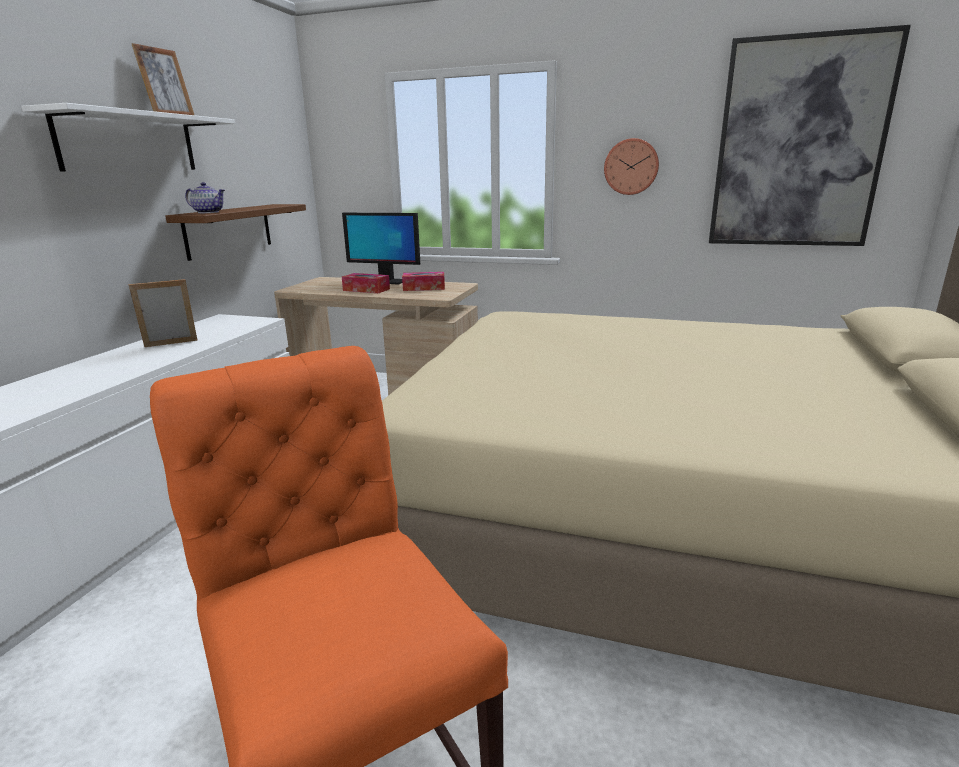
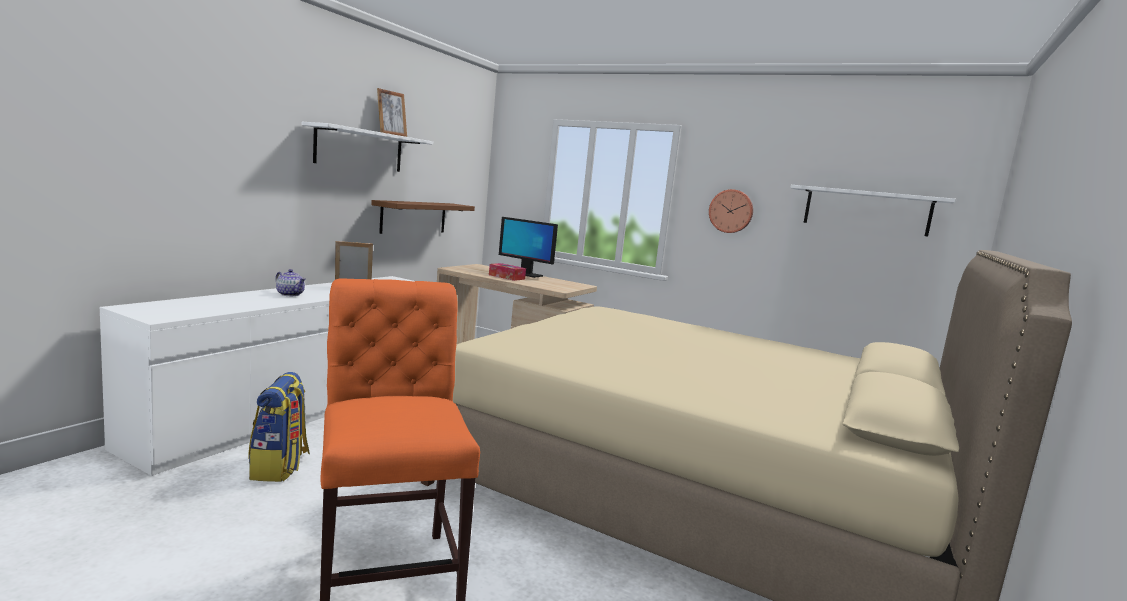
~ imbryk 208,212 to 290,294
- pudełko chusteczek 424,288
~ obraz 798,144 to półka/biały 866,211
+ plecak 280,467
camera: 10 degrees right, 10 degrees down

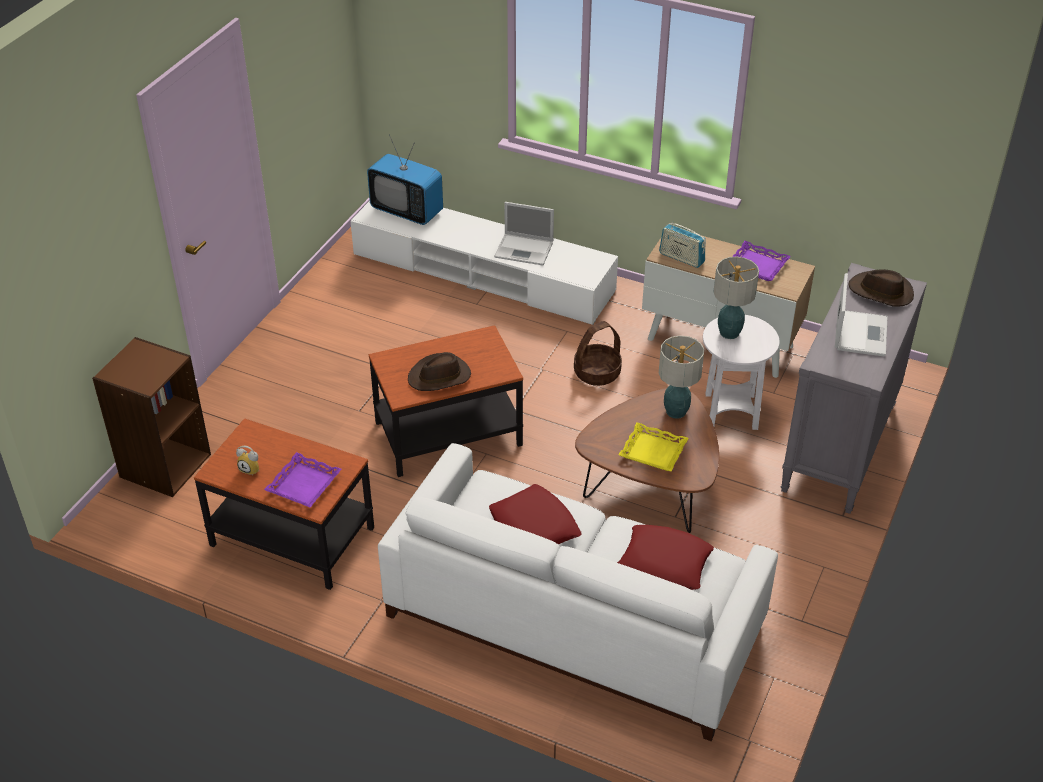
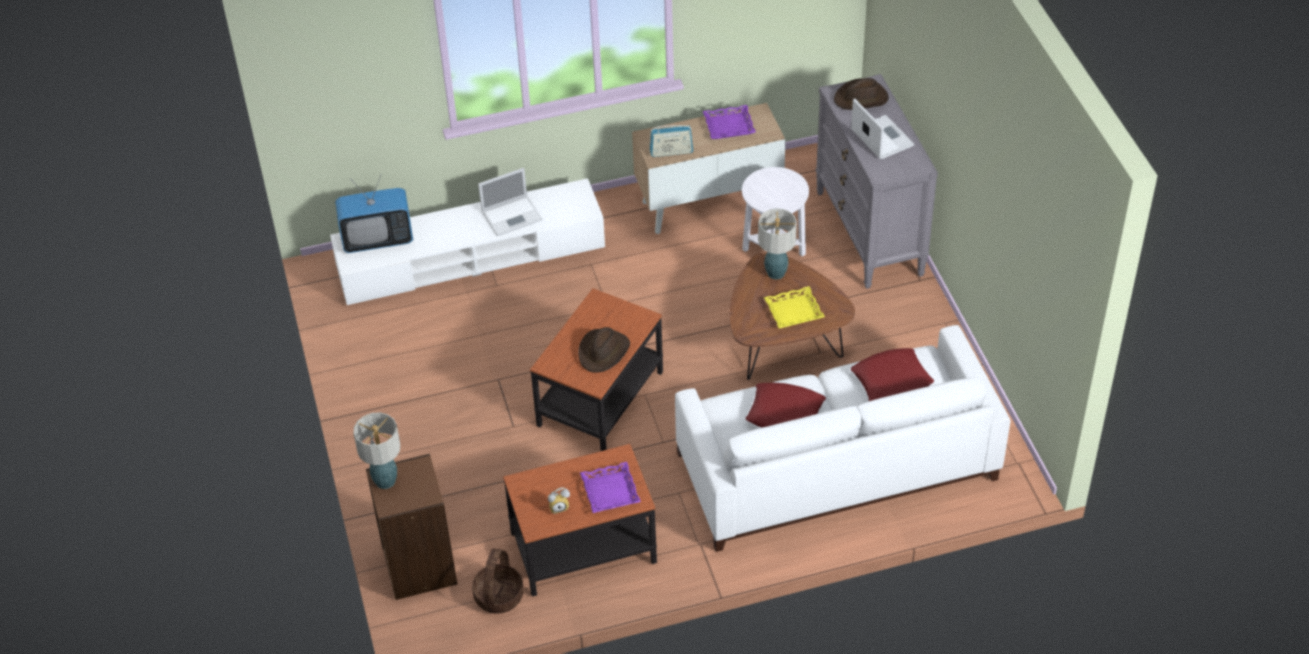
~ koszyk 597,372 to 498,595
~ lampa stołowa 729,333 to 385,481
camera: 40 degrees left, 5 degrees up

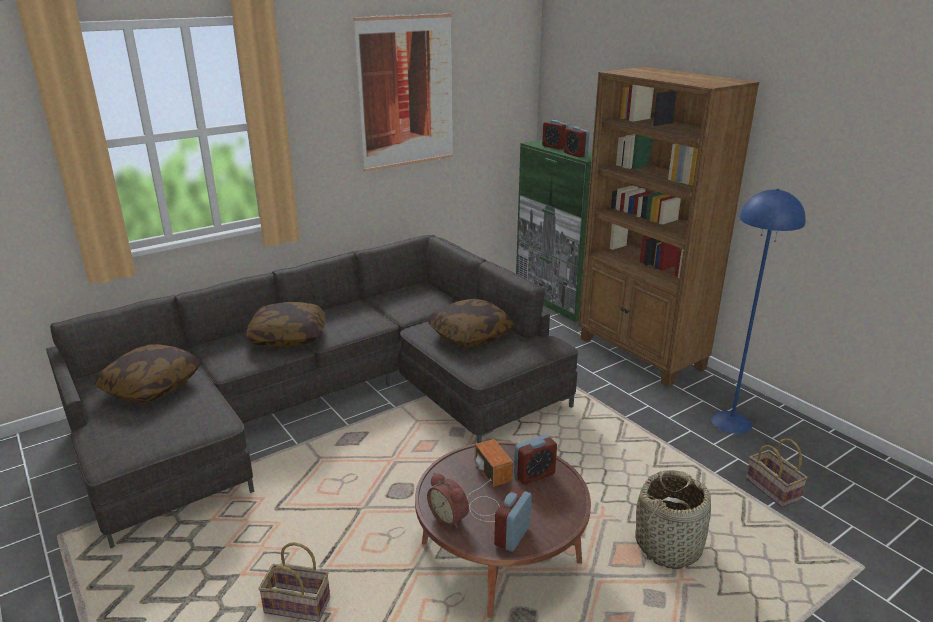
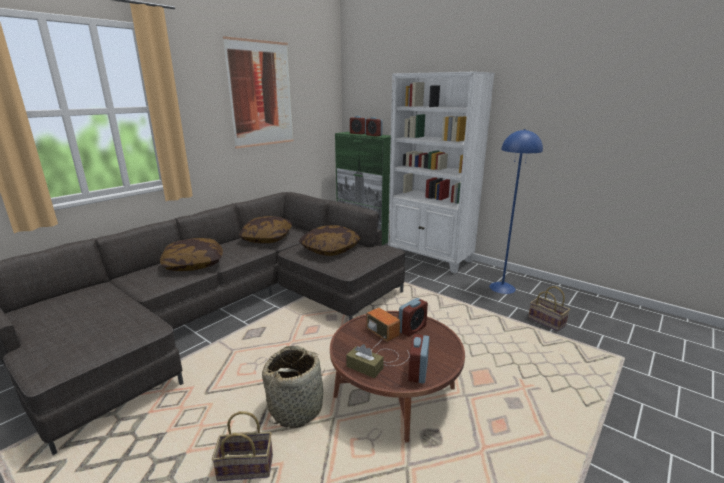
~ poduszka 152,387 to 267,238
~ budzik 450,517 to pudełko chusteczek/brązowy 364,367
~ regał/brązowy 641,354 to regał/biały 430,257
~ koszyk 668,545 to 296,408
camera: 15 degrees left, 5 degrees down

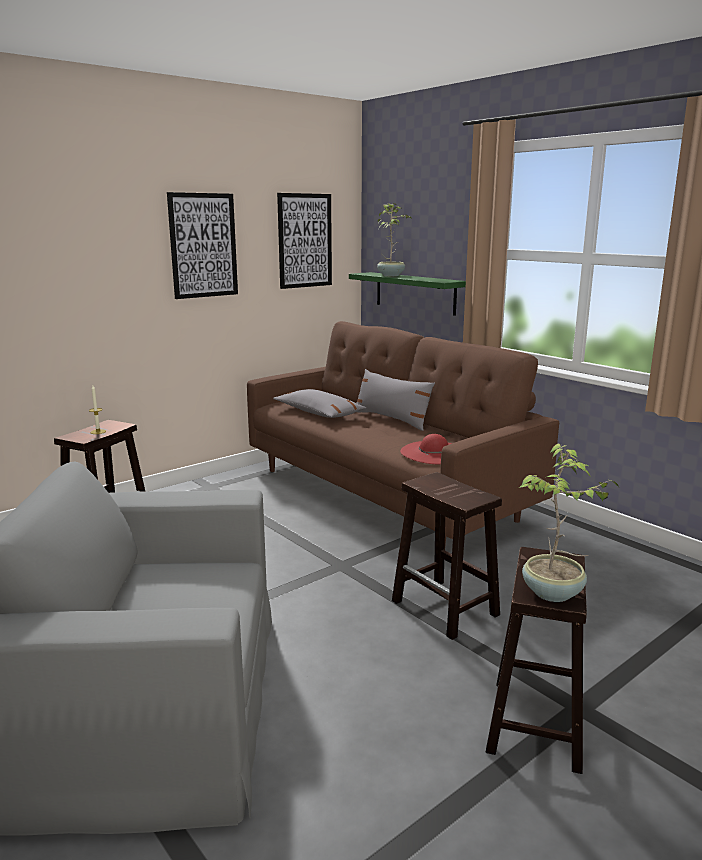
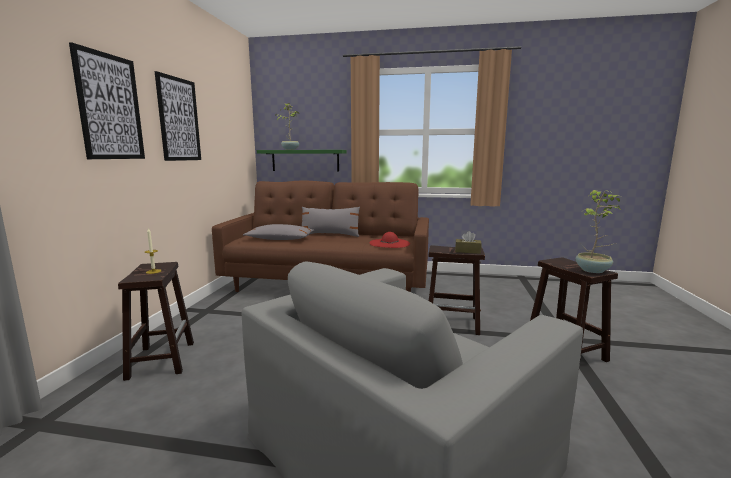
~ obraz 305,241 to 110,107
+ pudełko chusteczek/brązowy 467,251
camera: 40 degrees left, 5 degrees down

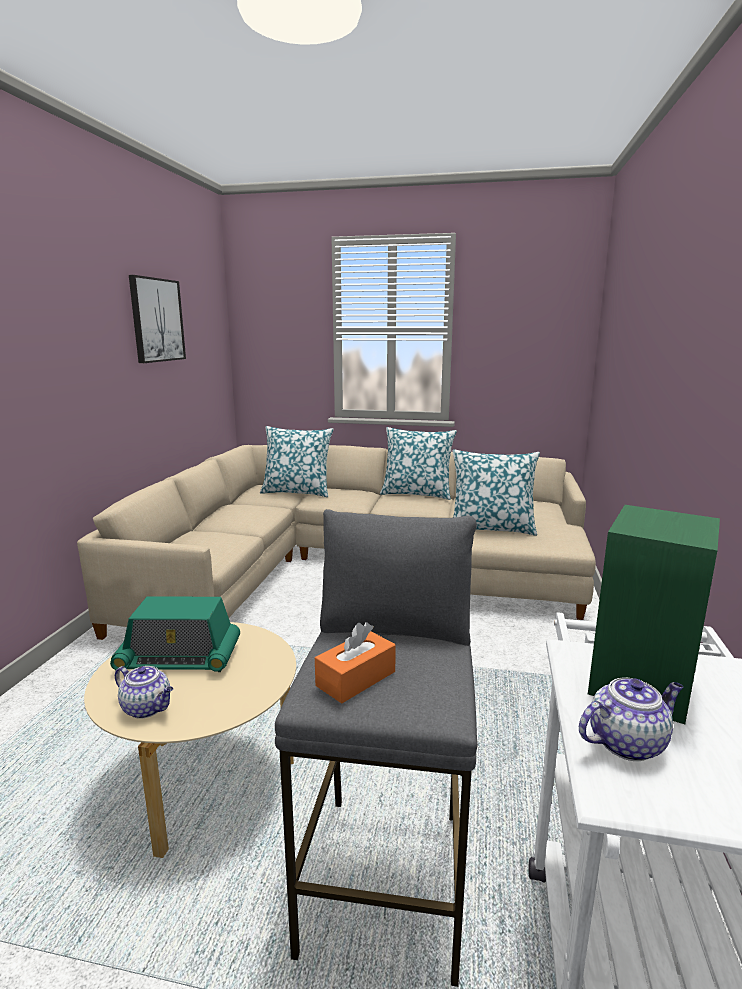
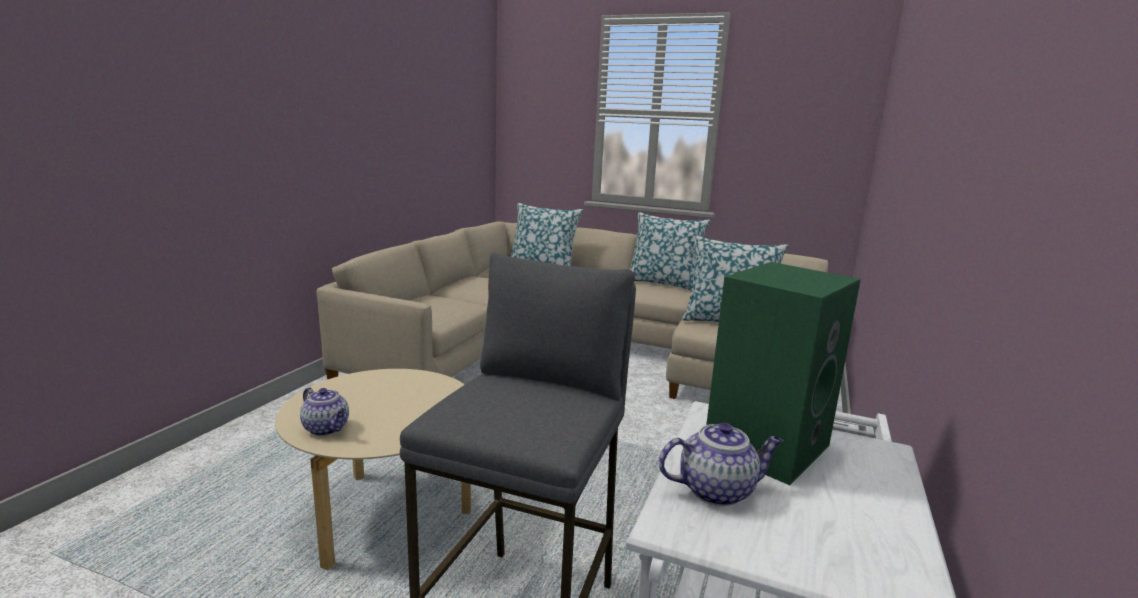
- radio 179,658
- obraz 157,320
- pudełko chusteczek/pomarańczowy 356,679
camera: 10 degrees right, 0 degrees up

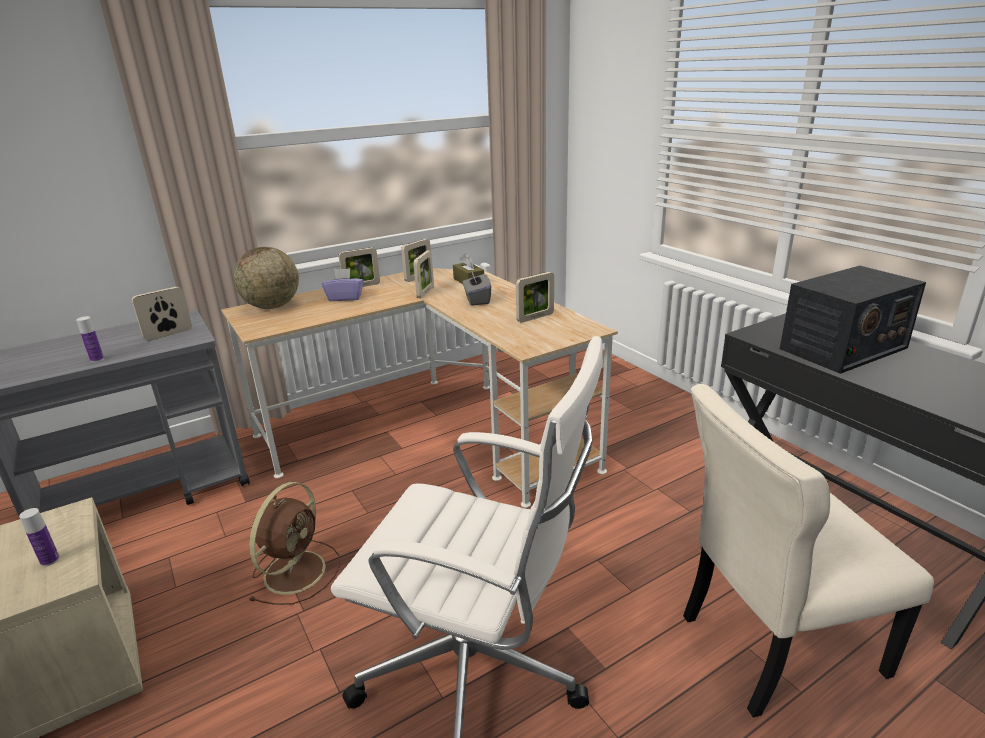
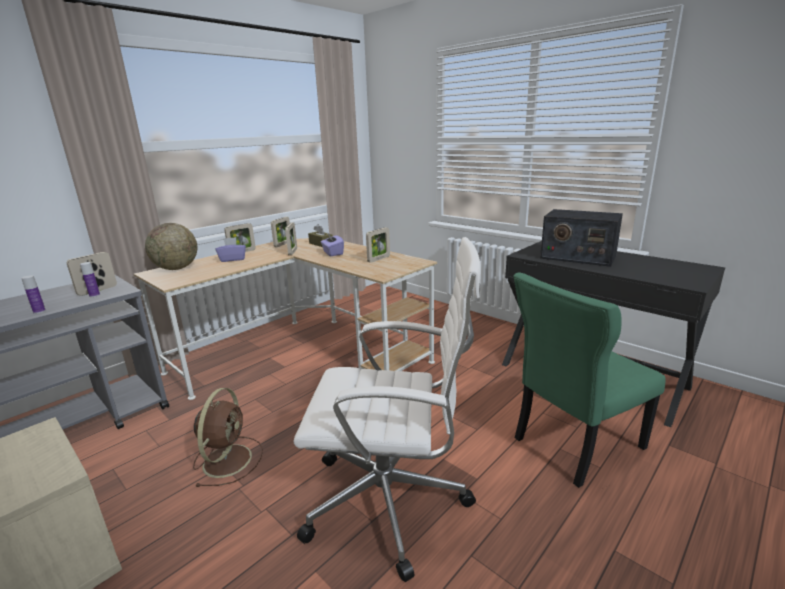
~ butelka 50,560 to 94,295
~ pudełko chusteczek/szary 477,300 to pudełko chusteczek/fioletowy 332,253
~ krzesło/beżowy 773,645 to krzesło/zielony 574,444
~ radio 842,348 = 577,257 75 degrees clockwise
camera: 15 degrees left, 5 degrees down

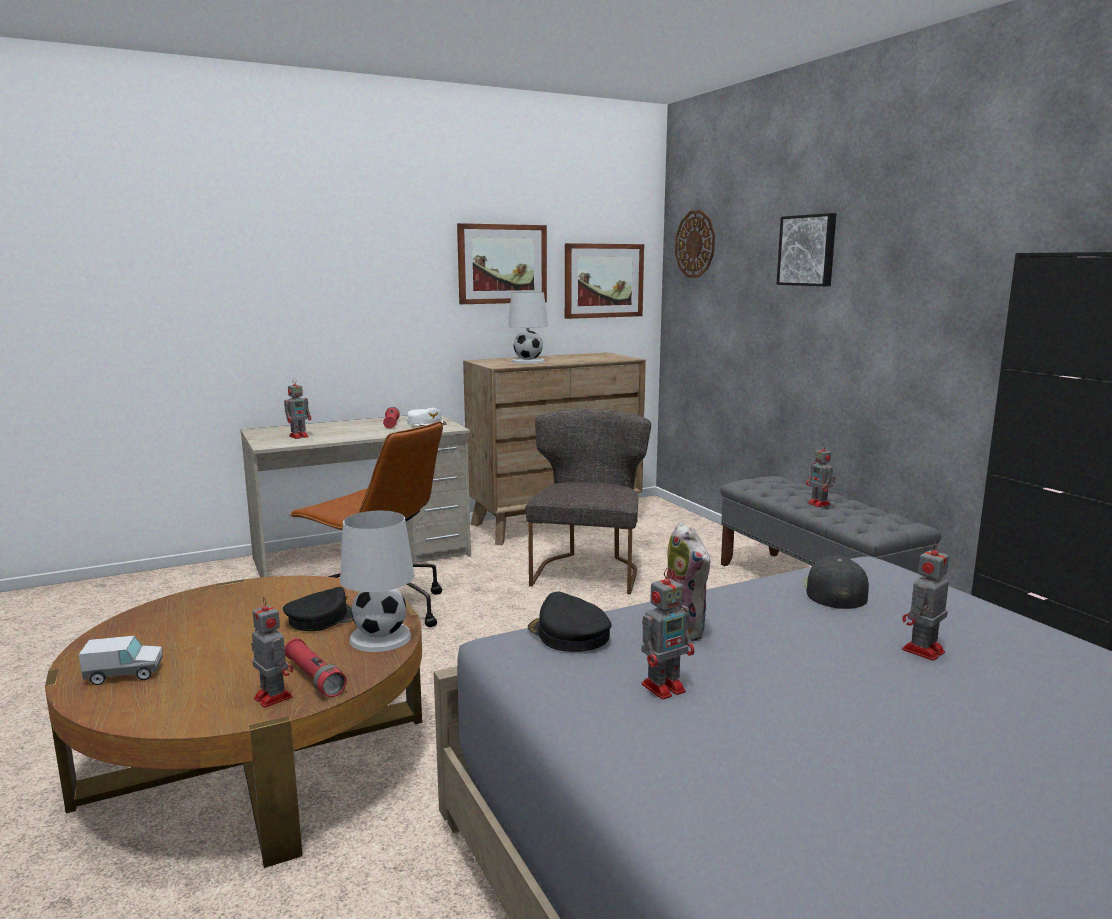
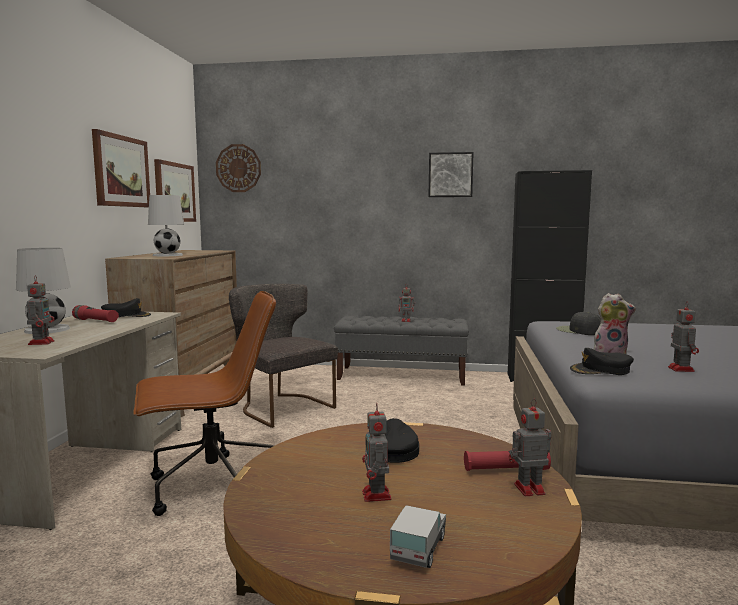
~ lampa stołowa/biały 381,637 to 48,329
~ czapka z daszkiem/biały 427,424 to czapka z daszkiem/czarny 126,315
~ obraz 808,250 to 450,175
~ robot zabawkowy 922,651 to 376,496
camera: 55 degrees left, 5 degrees down

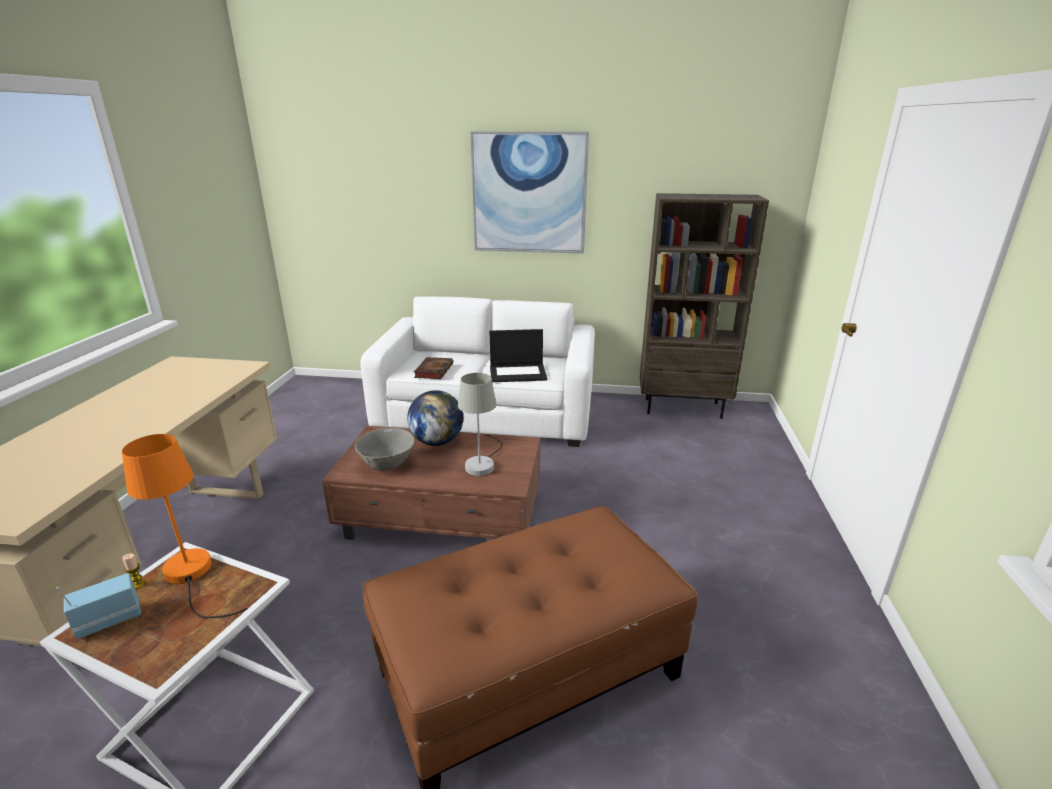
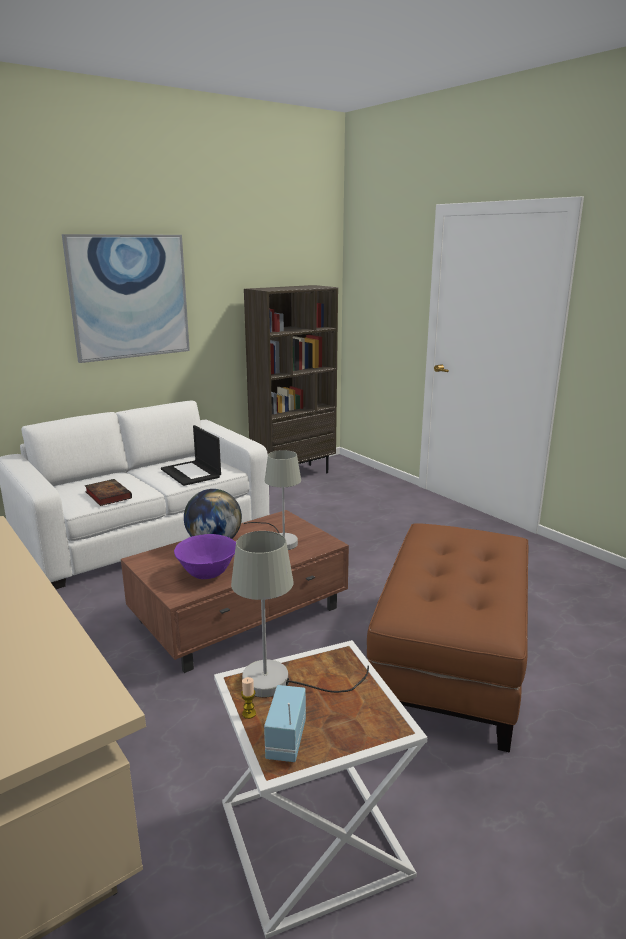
~ lampa stołowa/pomarańczowy 192,576 to lampa stołowa/szary 280,682
~ miska/szary 387,465 to miska/fioletowy 207,574
~ laptop 518,373 = 191,473 105 degrees clockwise
camera: 45 degrees left, 5 degrees down

